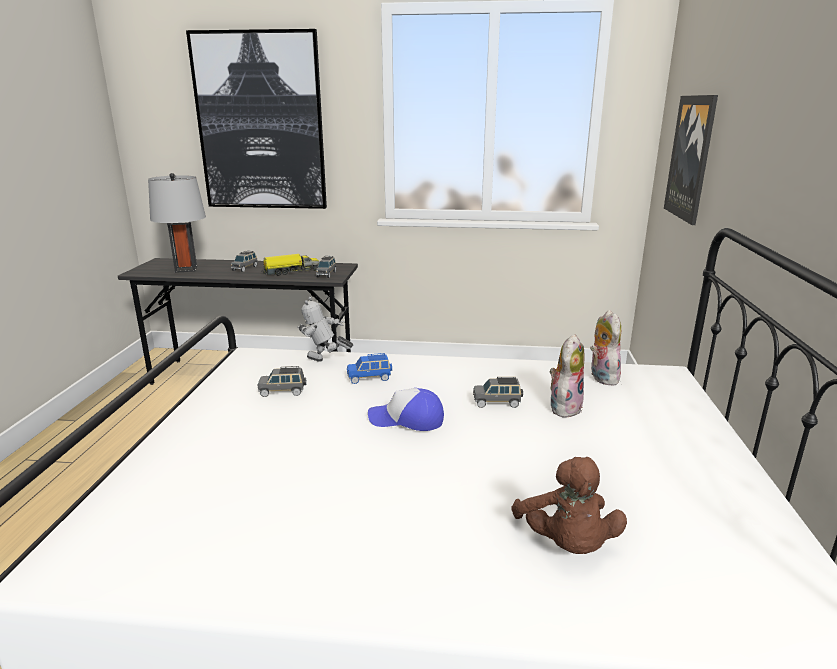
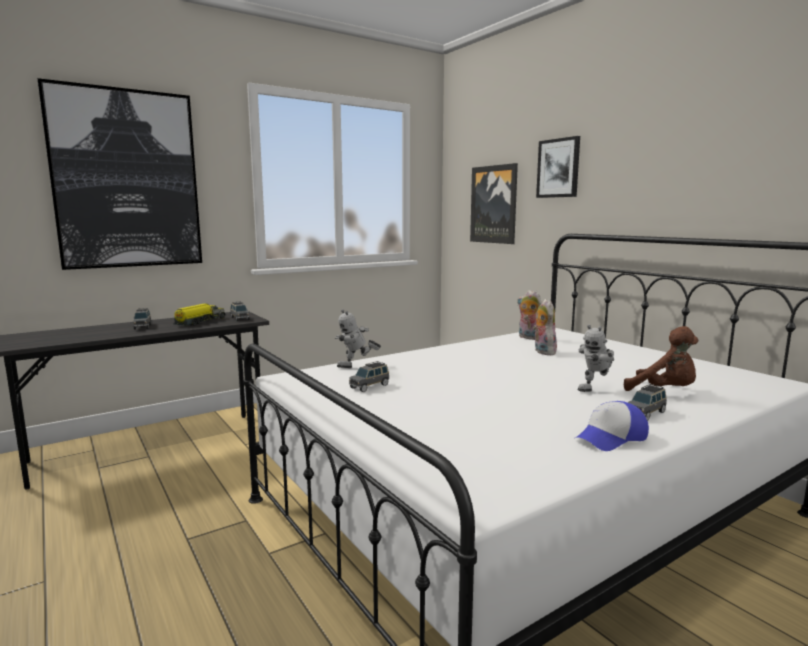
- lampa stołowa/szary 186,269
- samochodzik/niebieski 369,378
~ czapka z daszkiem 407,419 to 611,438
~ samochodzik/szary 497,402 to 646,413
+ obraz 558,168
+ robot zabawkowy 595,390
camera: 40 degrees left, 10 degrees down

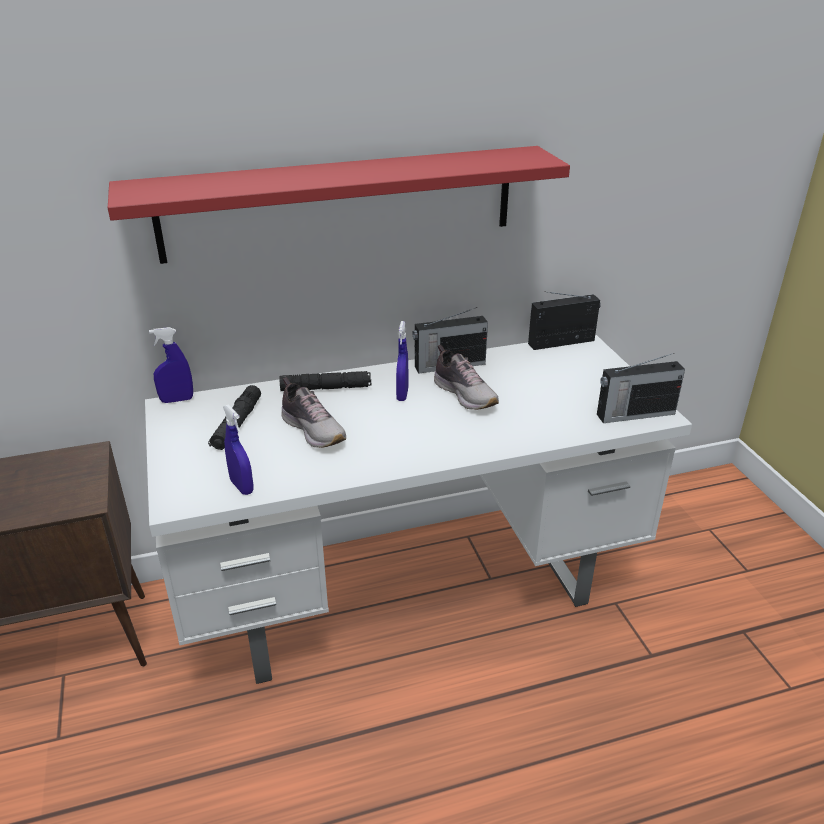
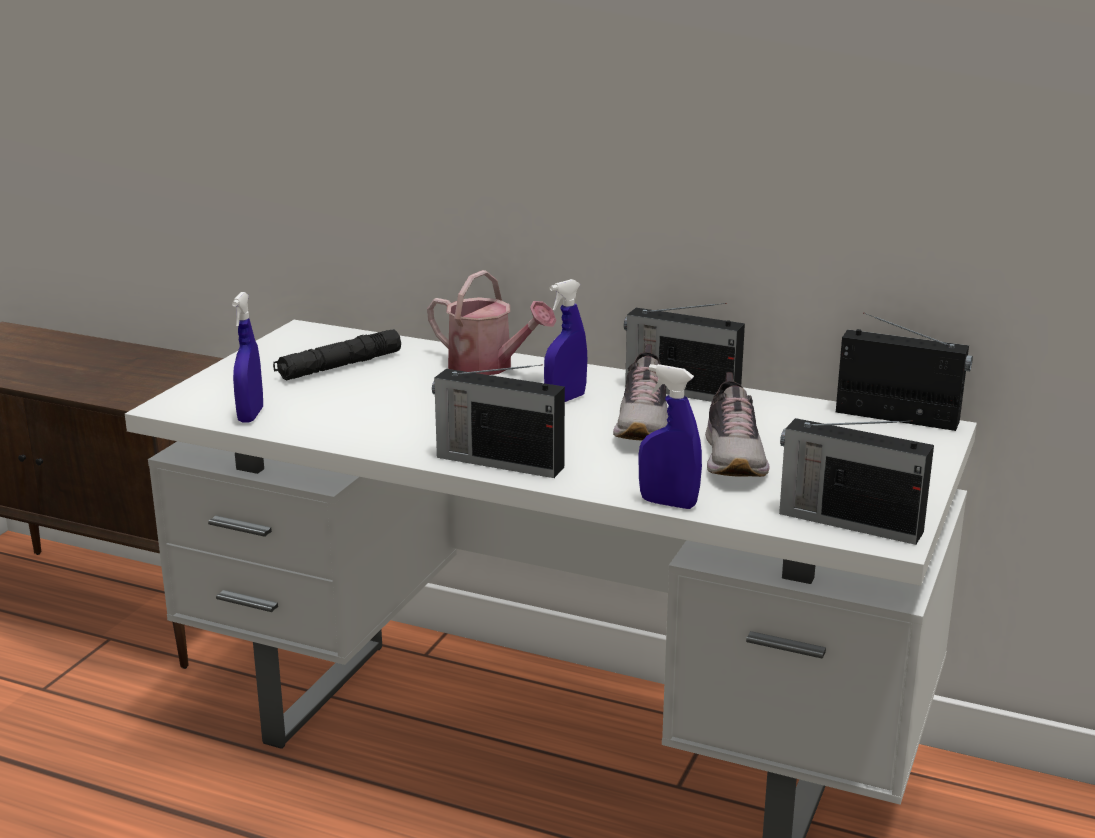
- półka/czerwony 340,203
~ spryskiwacz/niebieski 177,400 to 668,503
~ latarka/czarny 326,388 to konewka 488,366
~ but 314,430 to 734,458
+ radio 497,461
camera: 40 degrees right, 10 degrees down

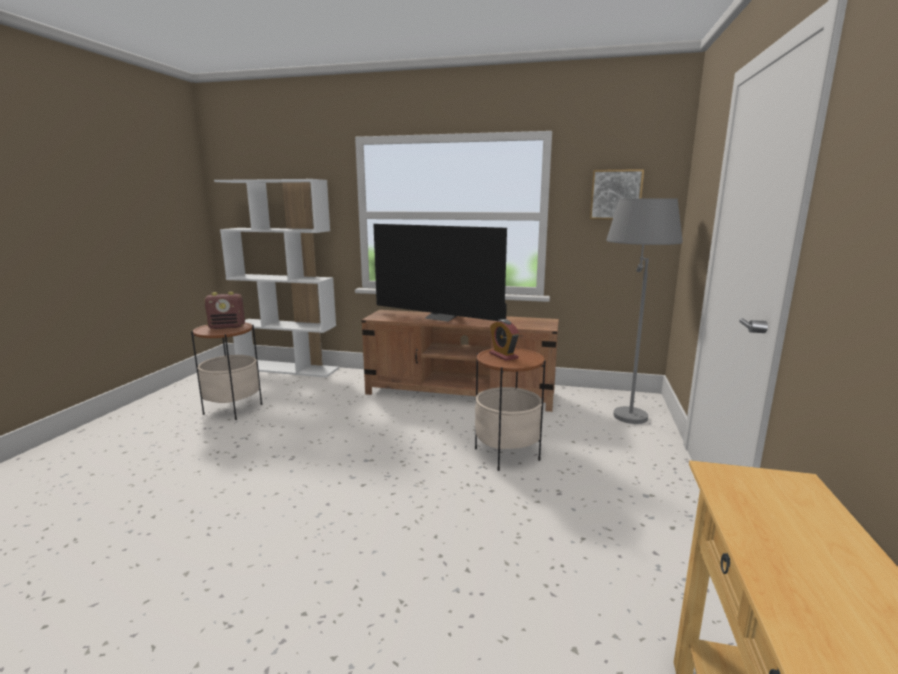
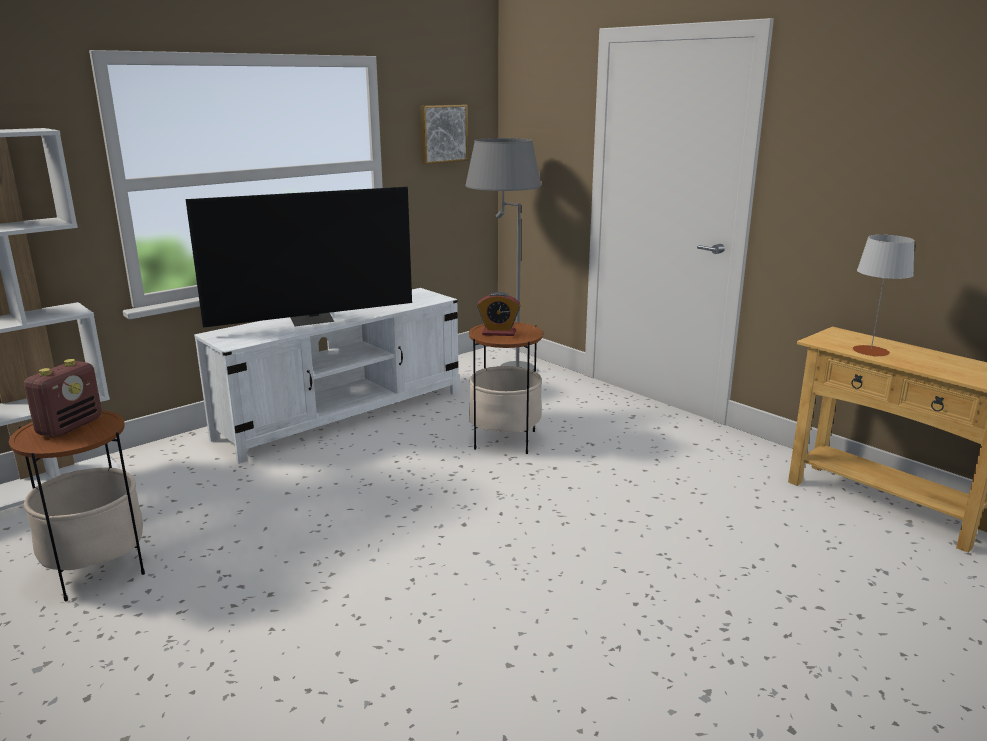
~ szafka pod telewizor/brązowy 460,393 to szafka pod telewizor/biały 343,414
+ lampa stołowa/szary 870,351
camera: 55 degrees left, 5 degrees up

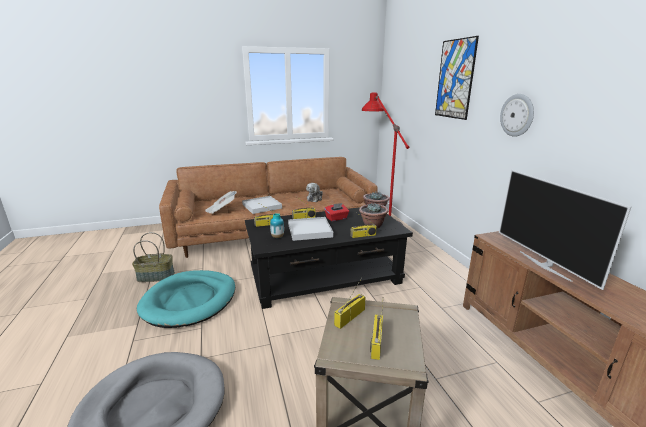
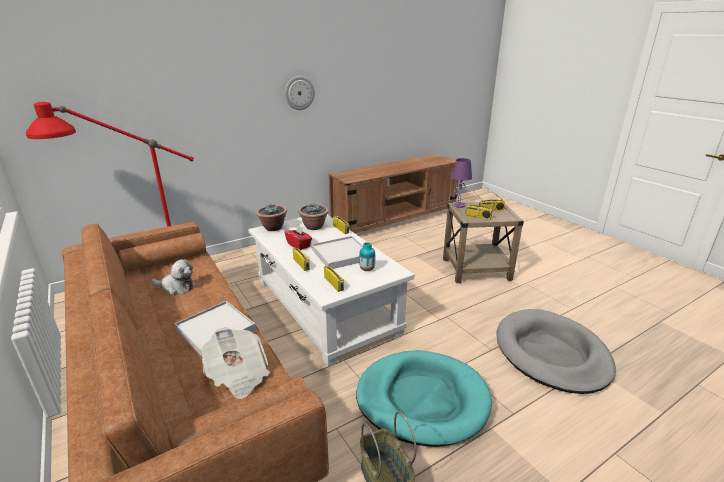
~ ława/czarny 325,276 to ława/biały 325,305
- obraz 455,79
- telewizor 544,265
+ lampa stołowa/fioletowy 458,205
camera: 105 degrees left, 5 degrees up

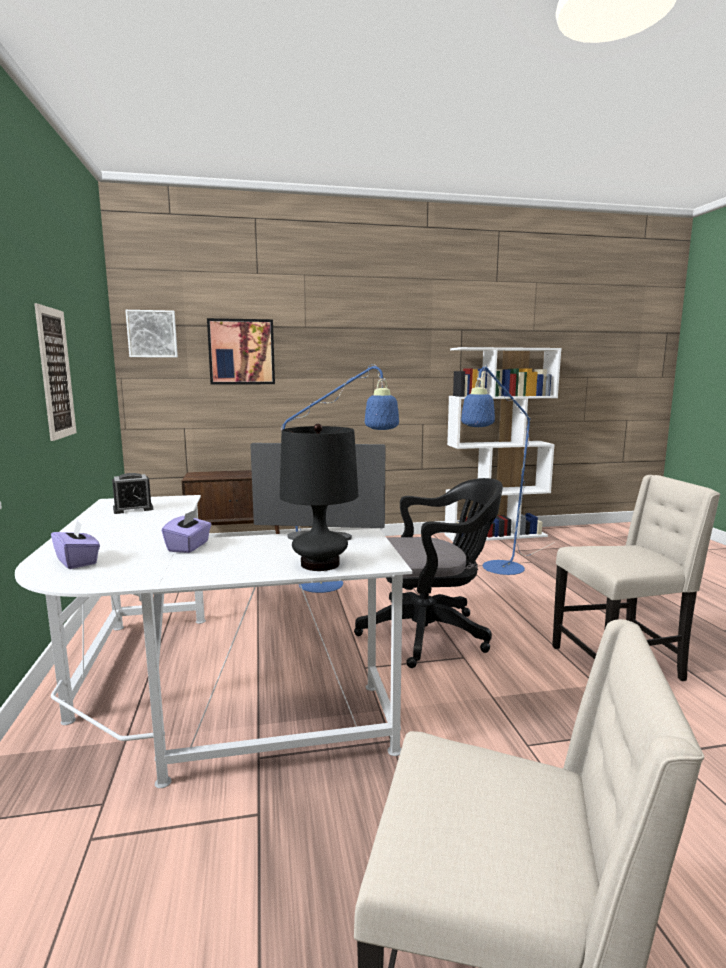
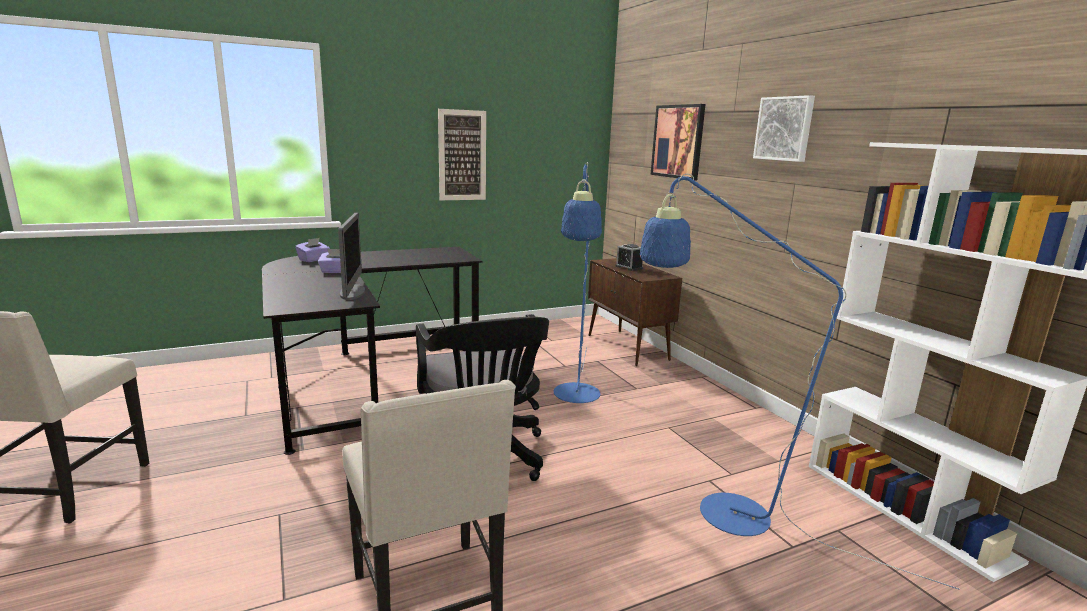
~ biurko/biały 194,700 to biurko/czarny 363,378
~ budzik 133,509 to 629,267
~ obraz 152,334 to 784,129
- lampa stołowa/czarny 320,564
camera: 75 degrees right, 5 degrees up

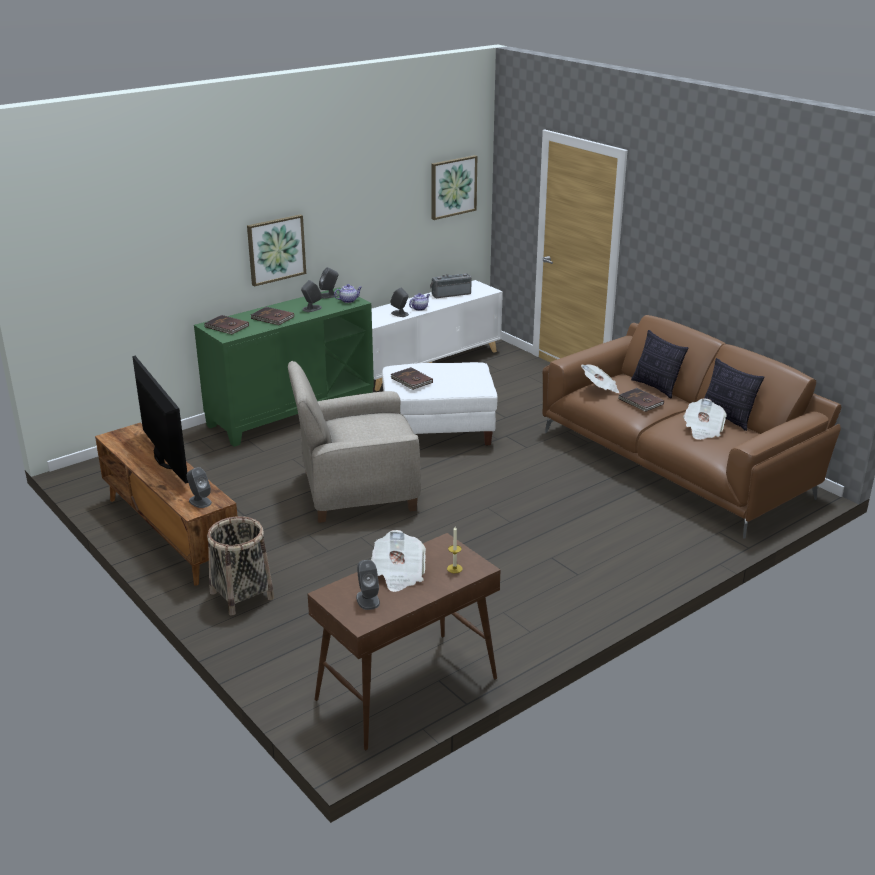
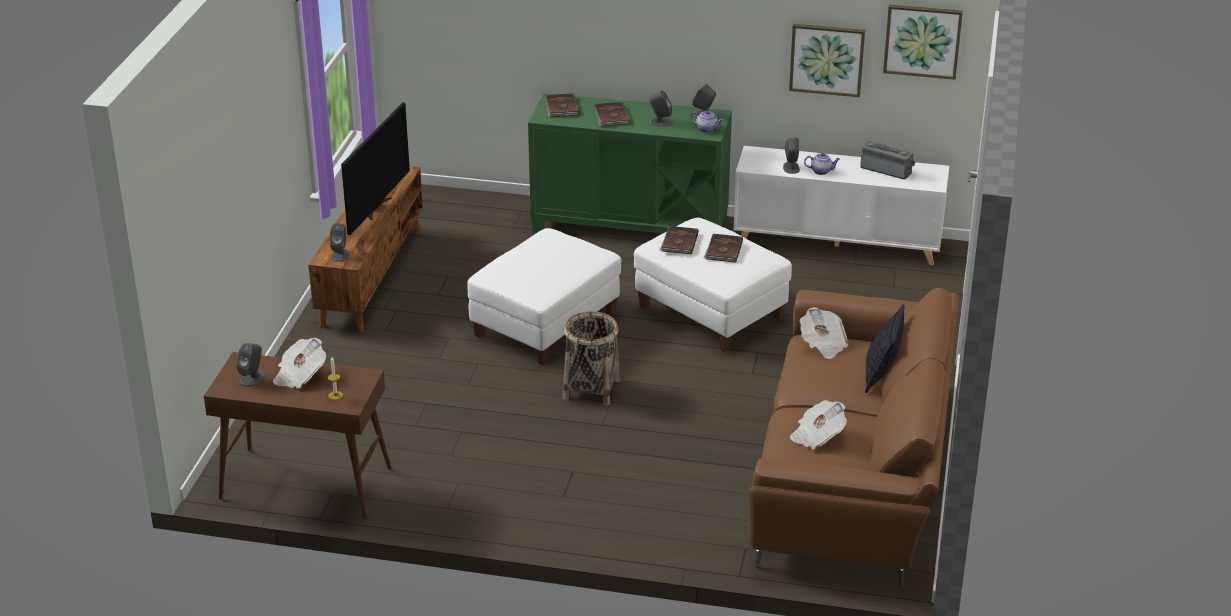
~ koszyk 241,595 to 591,389
~ obraz 276,249 to 827,59
~ fotel/beżowy 357,491 to pufa/biały 545,325
~ książka/brązowy 640,402 to 723,250
- poduszka 726,418
camera: 50 degrees right, 5 degrees up

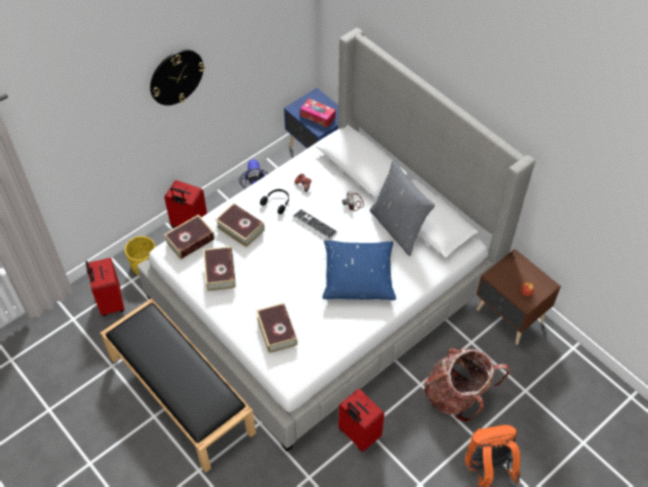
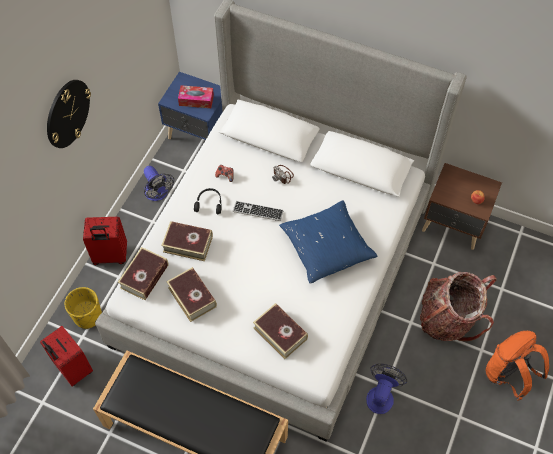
~ walizka/czerwony 358,434 to wentylator 381,395
- poduszka/szary 398,228
camera: 25 degrees left, 5 degrees up

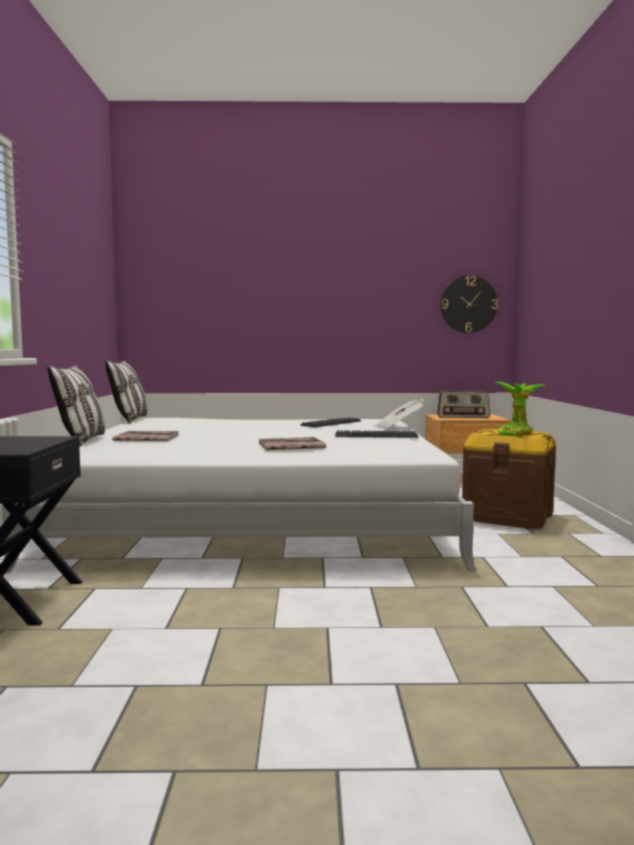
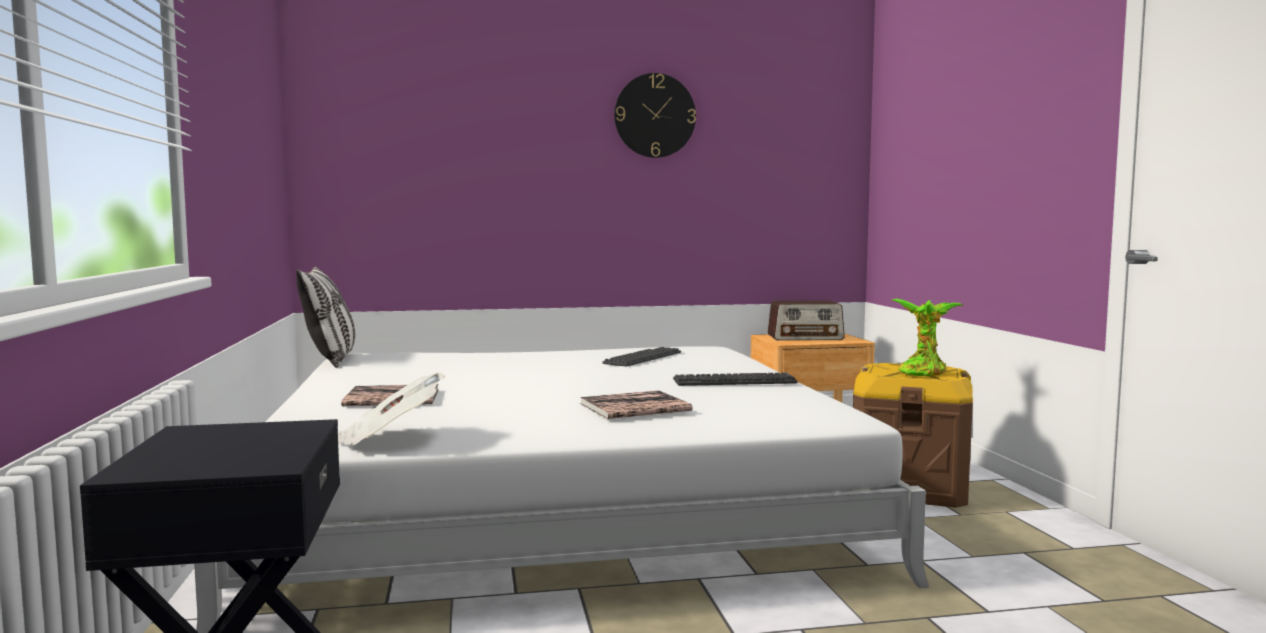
- poduszka 82,441
~ gazeta 398,427 to 387,439
~ zegar ścienny 468,304 to 655,115
camera: 10 degrees left, 0 degrees up

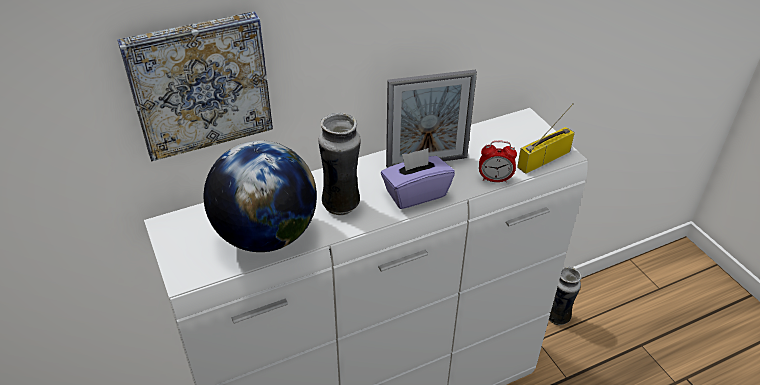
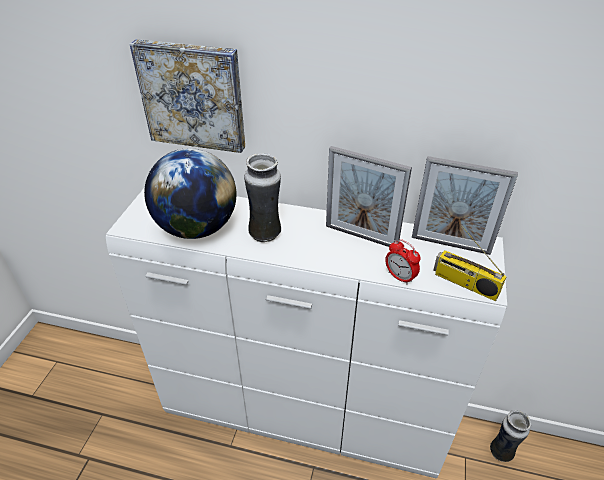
- pudełko chusteczek/fioletowy 415,193
~ radio 544,158 = 464,284 150 degrees counterclockwise
+ ramka na zdjęcie 450,245
camera: 40 degrees right, 0 degrees up

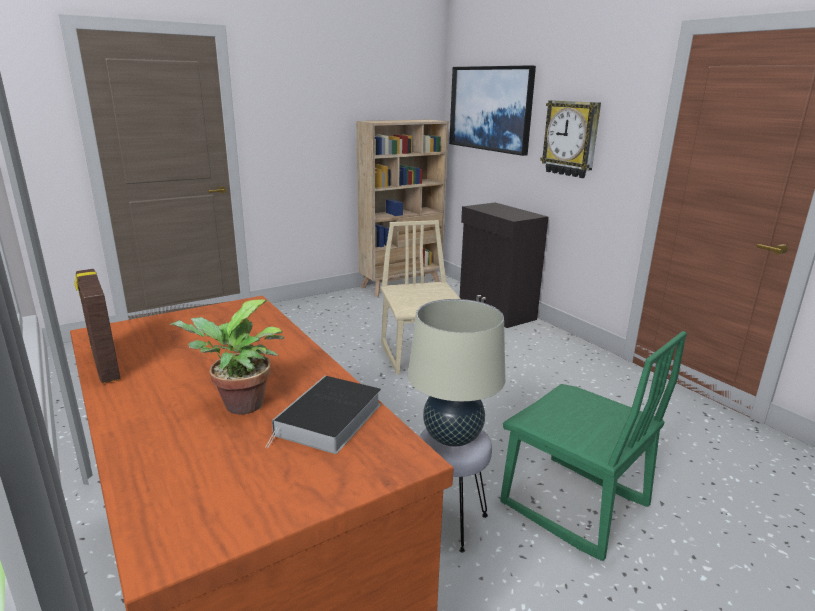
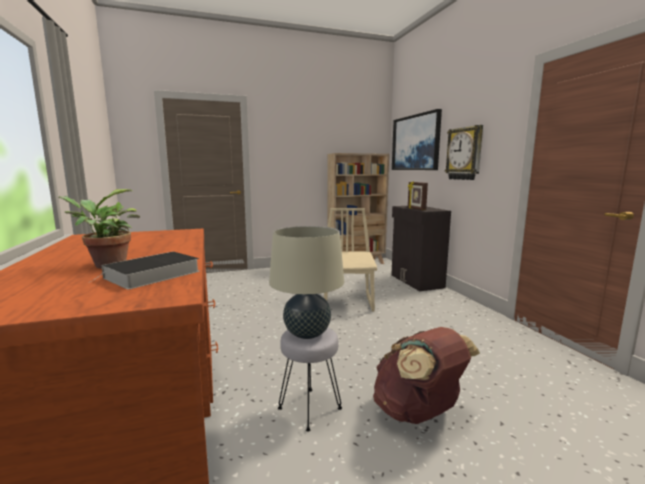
~ ramka na zdjęcie 104,365 to 416,209
~ krzesło/zielony 573,506 to plecak/brązowy 418,413
camera: 15 degrees right, 10 degrees down

